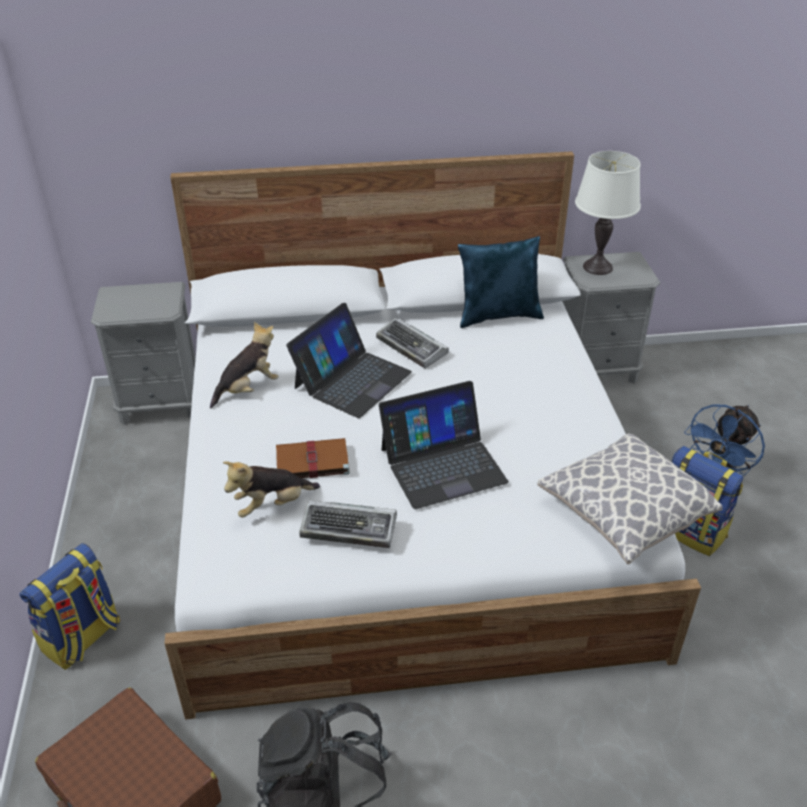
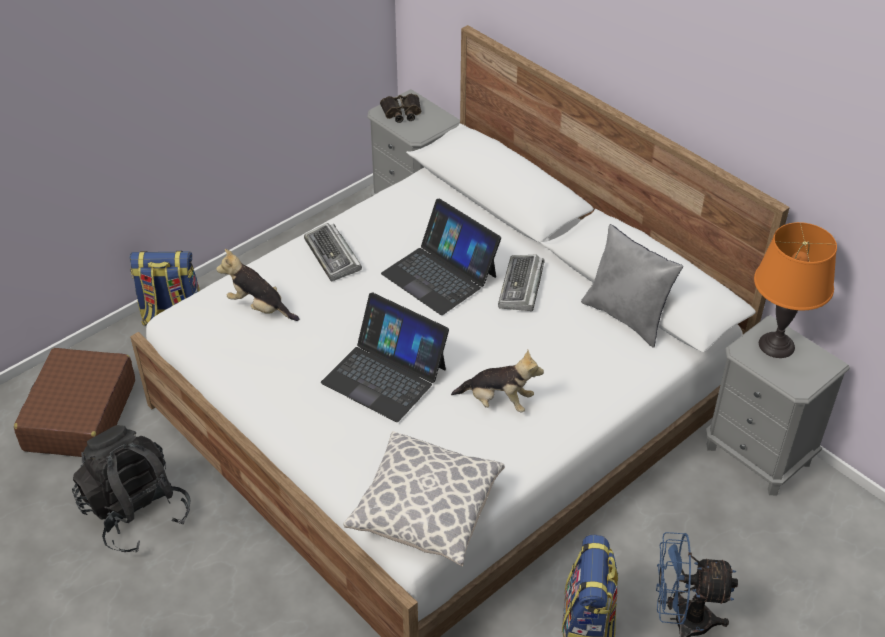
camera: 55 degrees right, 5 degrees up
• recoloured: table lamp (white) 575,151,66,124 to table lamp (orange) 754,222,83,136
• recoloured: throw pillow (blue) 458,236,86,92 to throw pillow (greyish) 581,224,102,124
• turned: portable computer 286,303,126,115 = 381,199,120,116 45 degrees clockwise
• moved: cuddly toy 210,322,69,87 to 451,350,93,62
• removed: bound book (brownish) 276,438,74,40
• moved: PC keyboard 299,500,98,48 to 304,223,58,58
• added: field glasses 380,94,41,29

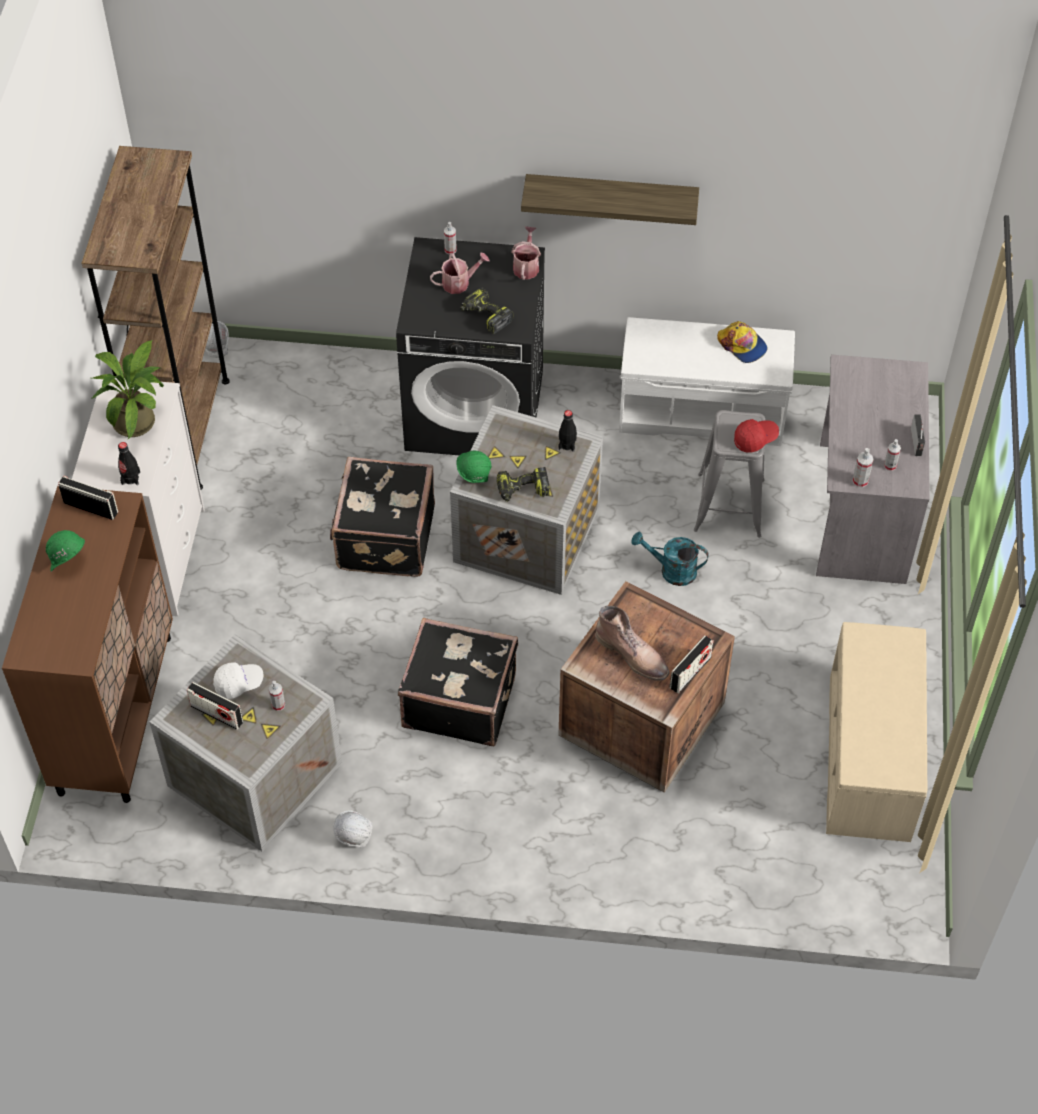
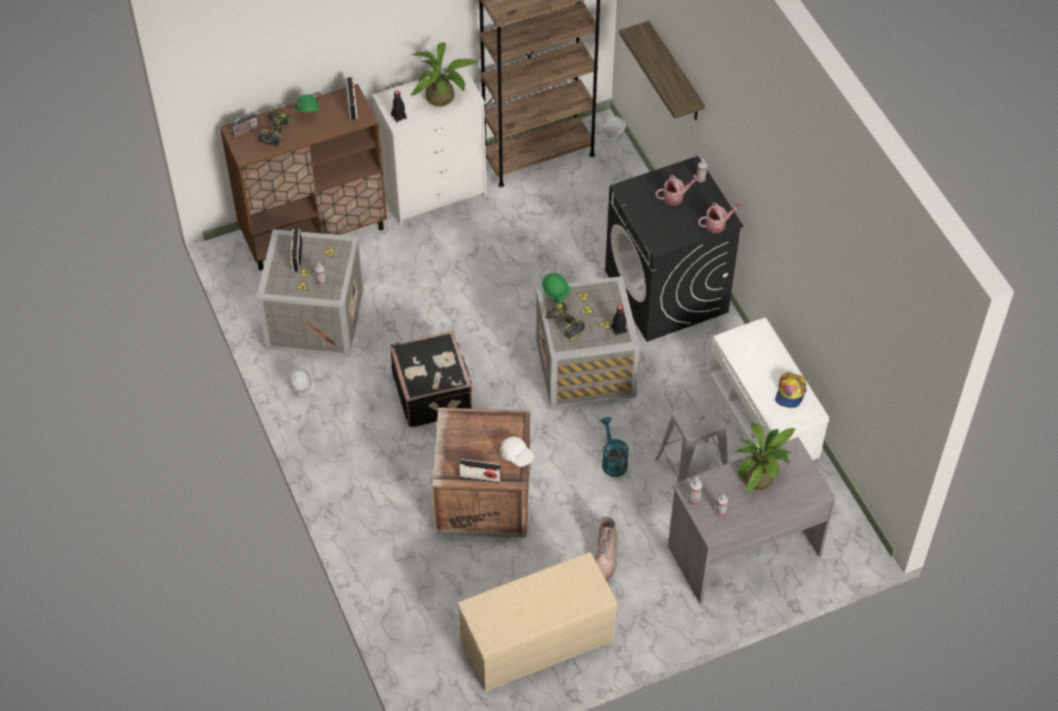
camera: 60 degrees right, 0 degrees up
• moved: shelf 521,174,178,51 to 619,21,86,99
• turned: watering can 430,253,59,41 = 655,175,45,30 60 degrees counterclockwise
• moved: power drill 460,287,53,47 to 258,111,33,35
• moved: radio 911,415,14,41 to 229,114,29,23
• removed: cap (red) 734,419,45,33
• removed: piece of luggage (black) 330,457,105,120
• moved: high-top boot (brownish) 596,606,73,75 to 595,517,23,65
• moved: cap (white) 213,662,51,37 to 500,436,34,31
• added: potted plant 734,423,62,70

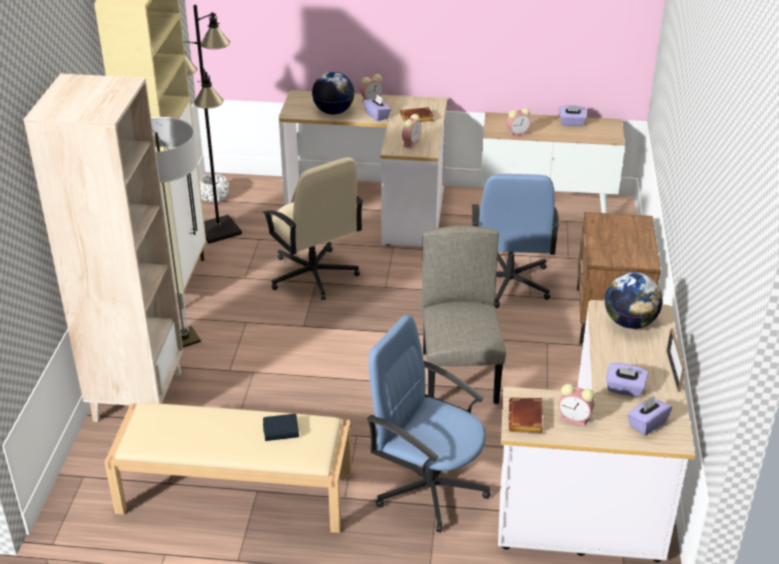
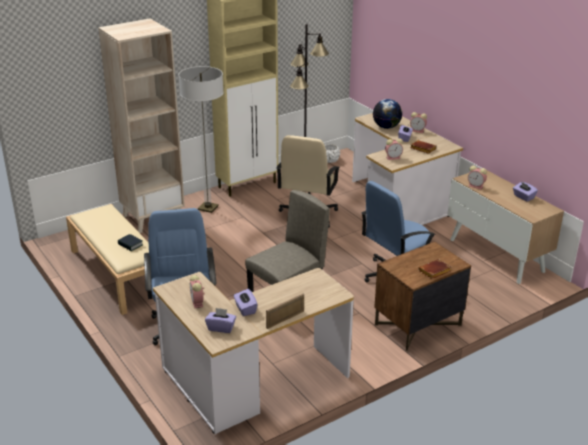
camera: 50 degrees right, 5 degrees down
• removed: globe 605,272,58,57
• moved: bound book (brownish) 508,397,35,36 to 418,259,33,20

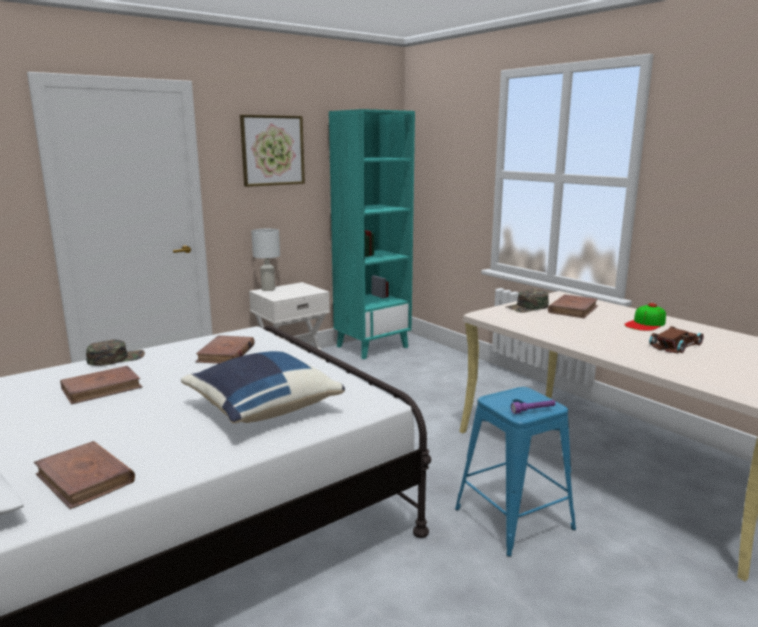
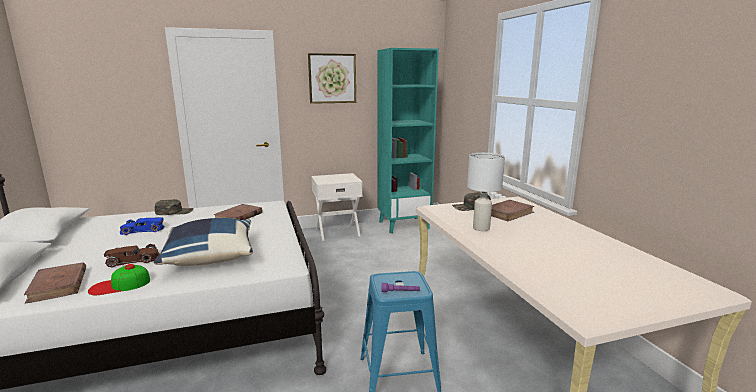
camera: 20 degrees right, 0 degrees up
• moved: table lamp (white) 251,229,29,62 to 467,153,38,78
• moved: cap 624,303,42,28 to 88,264,62,31
• moved: toy car (brownish) 649,326,55,27 to 104,244,55,24
• replaced: bound book (brownish) 60,366,83,38 to toy car (blue) 120,217,45,18

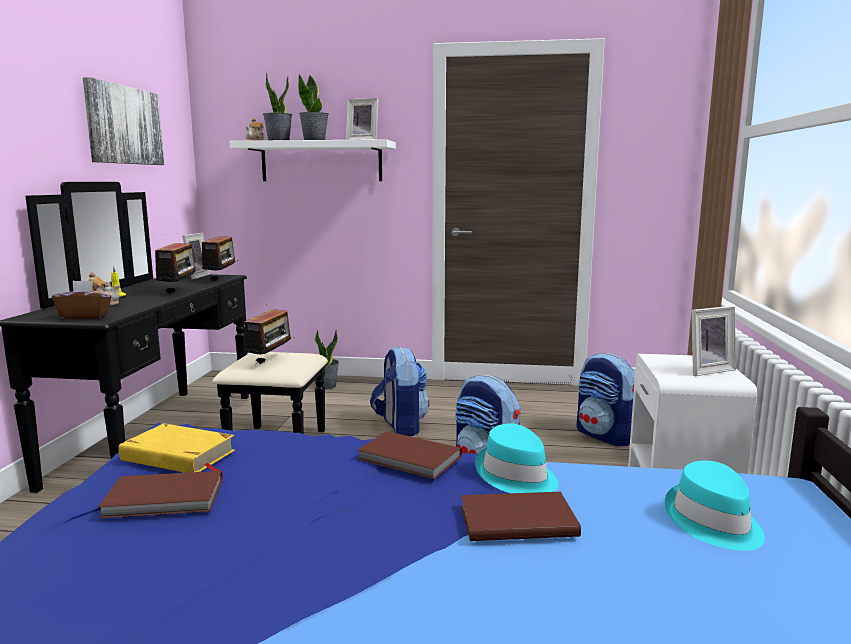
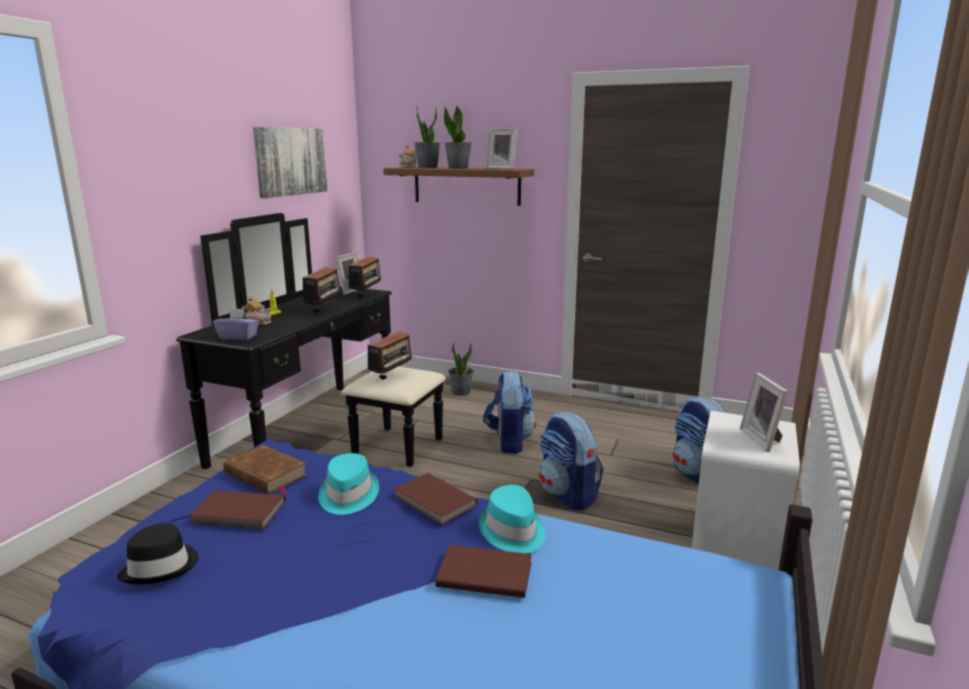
camera: 15 degrees right, 5 degrees up
• recoloured: shelf (white) 230,139,166,42 to shelf (brownish) 383,167,151,39
• recoloured: tissue holder (brownish) 52,280,59,40 to tissue holder (purple) 213,308,46,33
• turned: picture frame 691,306,45,70 = 740,372,48,80 90 degrees clockwise
• recoloured: bound book (yellow-coloured) 119,423,116,50 to bound book (brownish) 223,445,85,50
• moved: hat (turquoise-coloured) 664,461,101,90 to 318,453,61,62
• added: hat (black) 117,523,82,62

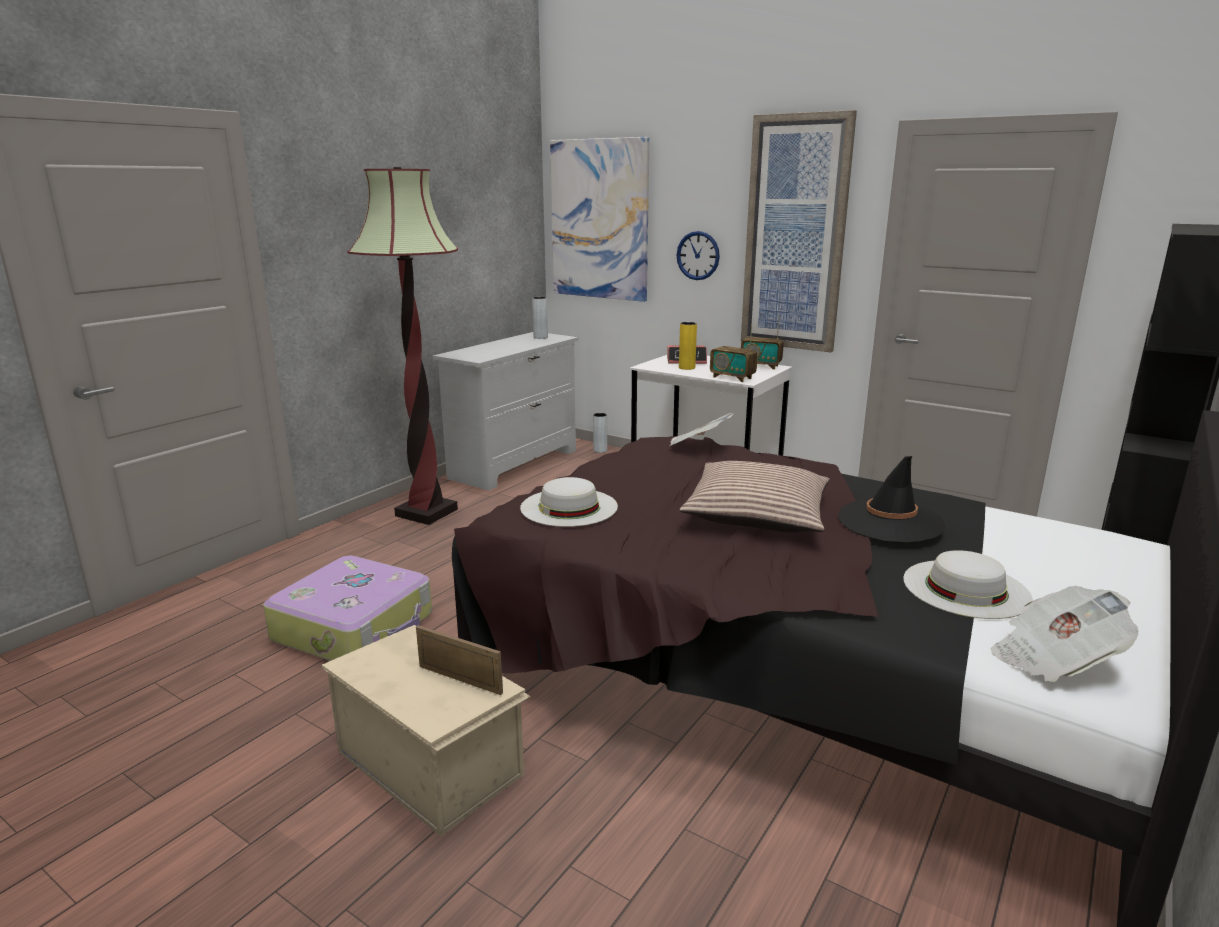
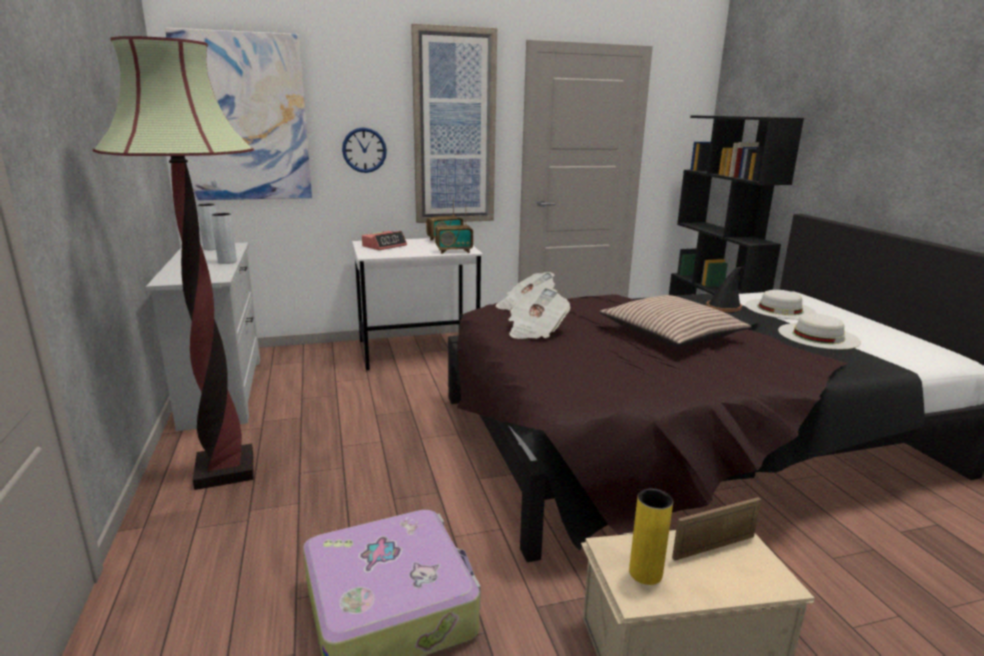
camera: 50 degrees left, 0 degrees up
• moved: decorative vase (yellow-coloured) 679,322,18,48 to 629,489,44,96
• moved: decorative vase (greyish) 593,413,14,40 to 211,213,26,51
• moved: hat (white) 520,477,98,50 to 745,290,72,29
• moved: daily paper 991,586,148,96 to 508,288,62,51

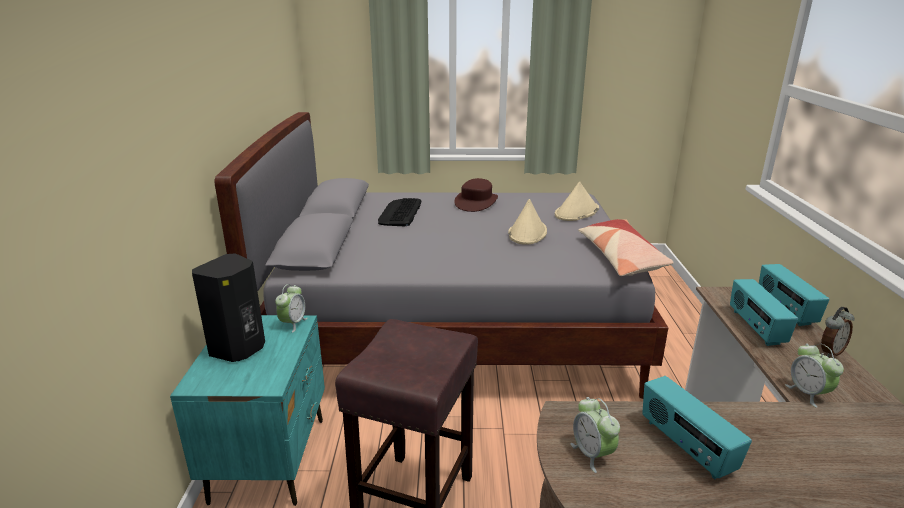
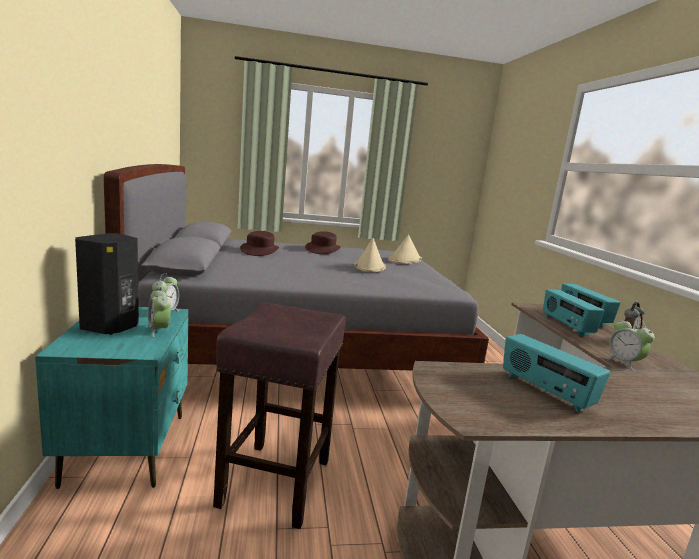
camera: 10 degrees left, 10 degrees down
• replaced: PC keyboard 378,198,44,28 to hat (brownish) 240,231,39,25
• removed: throw pillow 578,219,96,57
• moved: alarm clock 570,397,50,76 to 148,287,23,50

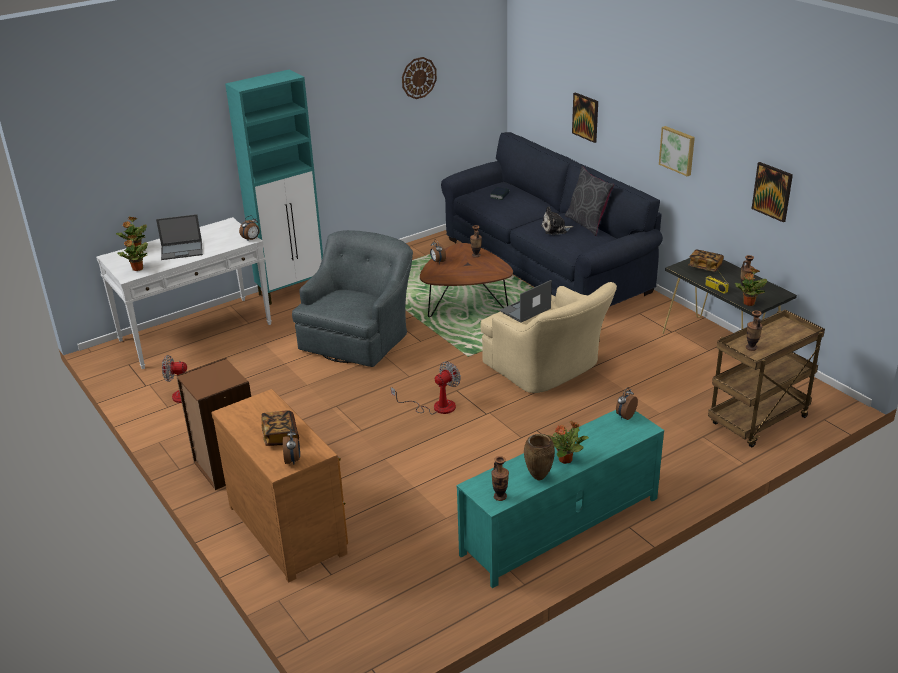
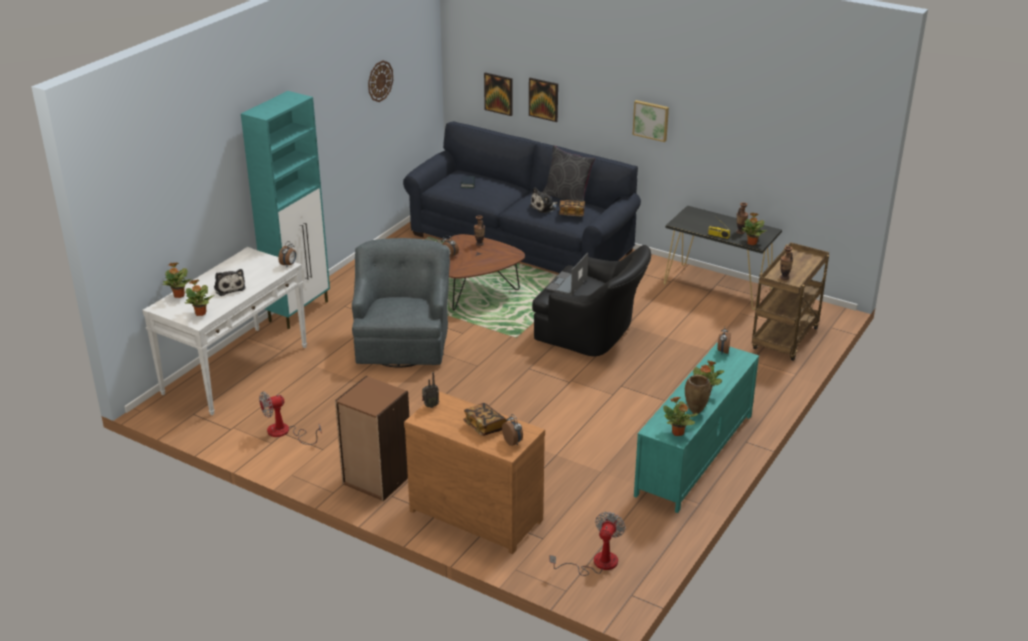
camera: 25 degrees left, 0 degrees up
• moved: wall art 752,162,41,60 to 484,72,28,44
• replaced: portable computer 156,214,47,46 to cuddly toy 214,269,32,27
• moved: bound book 688,249,36,23 to 559,200,26,16
• recoloured: easy chair (beige-coloured) 480,282,137,111 to easy chair (black) 532,245,119,111
• moved: fan 391,361,70,53 to 549,512,77,64
• replaced: decorative vase 491,456,18,45 to potted plant 663,397,35,39
• added: radio 422,372,17,36

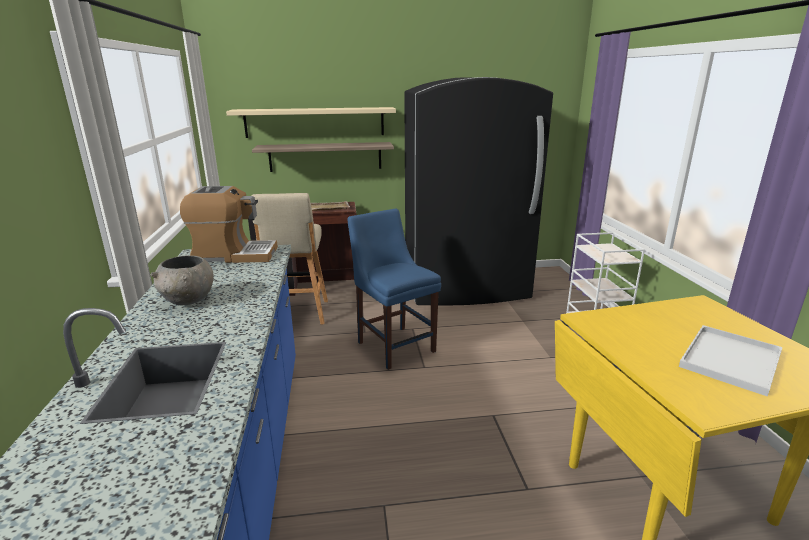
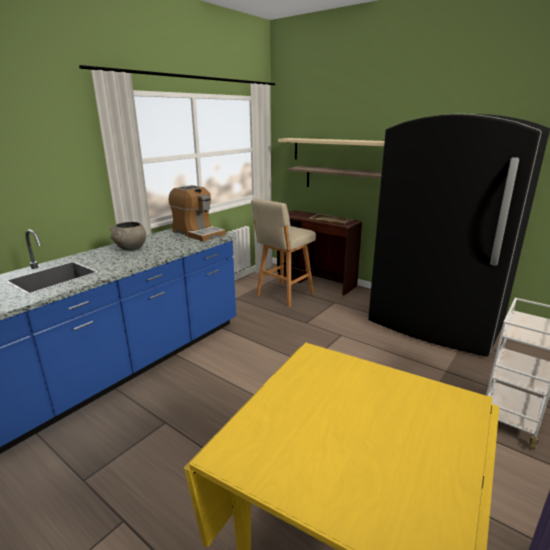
camera: 45 degrees right, 0 degrees up
• removed: plain chair (blue) 348,208,93,162
• removed: carrying tray (white) 679,325,104,72

